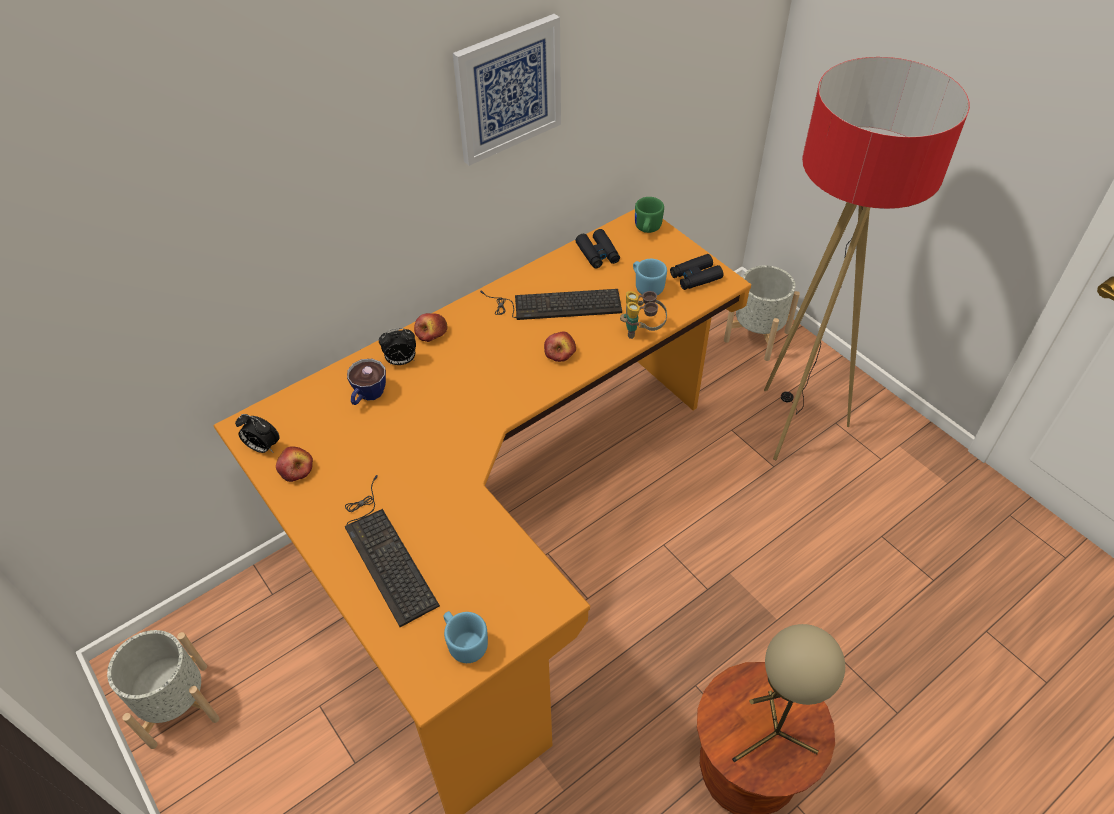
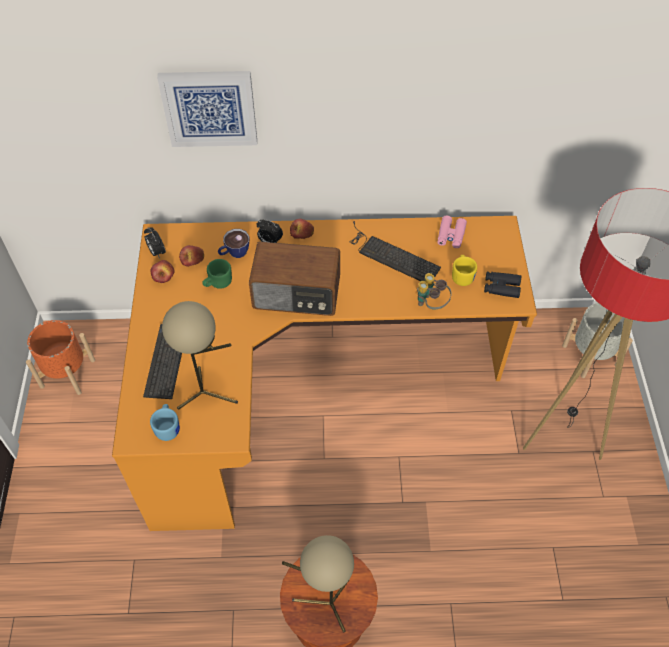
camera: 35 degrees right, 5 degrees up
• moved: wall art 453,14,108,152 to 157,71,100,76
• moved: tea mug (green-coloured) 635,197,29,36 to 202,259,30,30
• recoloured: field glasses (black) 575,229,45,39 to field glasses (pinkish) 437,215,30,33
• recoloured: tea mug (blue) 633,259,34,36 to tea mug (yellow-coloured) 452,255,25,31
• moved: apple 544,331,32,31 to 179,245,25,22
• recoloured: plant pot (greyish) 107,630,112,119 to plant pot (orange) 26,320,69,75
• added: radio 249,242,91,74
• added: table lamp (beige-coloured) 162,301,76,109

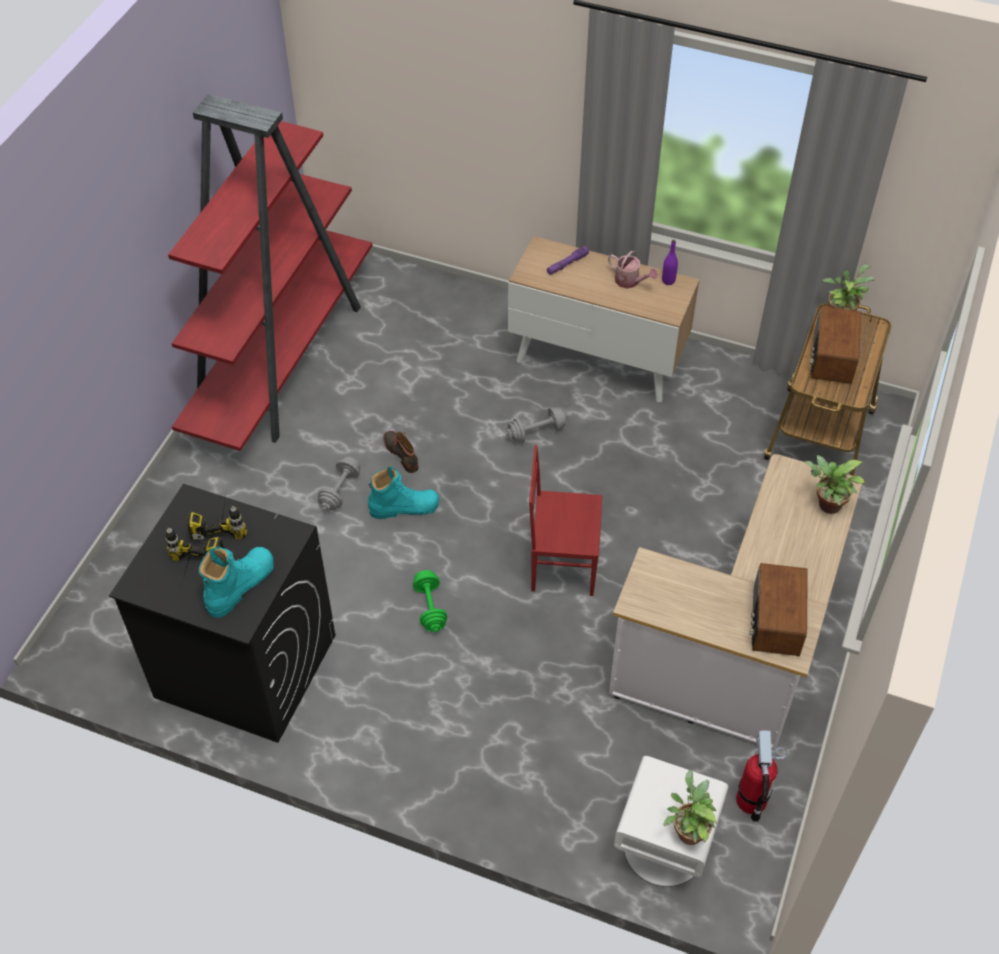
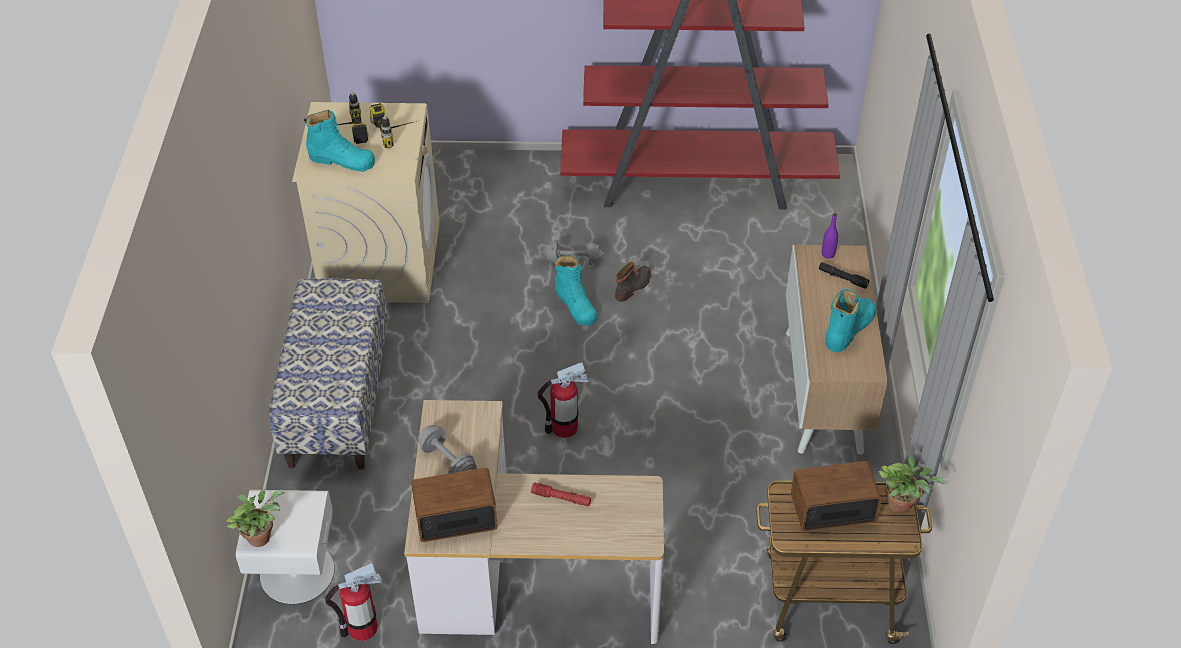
camera: 70 degrees right, 5 degrees down
• moved: bottle (purple) 662,240,16,45 to 822,213,16,46
• recoloured: torch (purple) 547,246,42,29 to torch (black) 819,262,50,26
• replaced: watering can 608,251,50,38 to high-top boot (turquoise-coloured) 825,289,51,63
• moved: hand weight (greyish) 505,407,63,36 to 418,425,59,49
• replaced: plain chair (red) 529,445,73,151 to fire-fighting cylinder 538,362,50,76
• removed: potted plant 804,455,61,59
• recoloured: washing machine (black) 109,484,226,259 to washing machine (beige-coloured) 292,102,147,201
• removed: hand weight (green-coloured) 413,570,34,62
• added: bench 269,278,119,191
• added: torch (red) 531,483,60,23

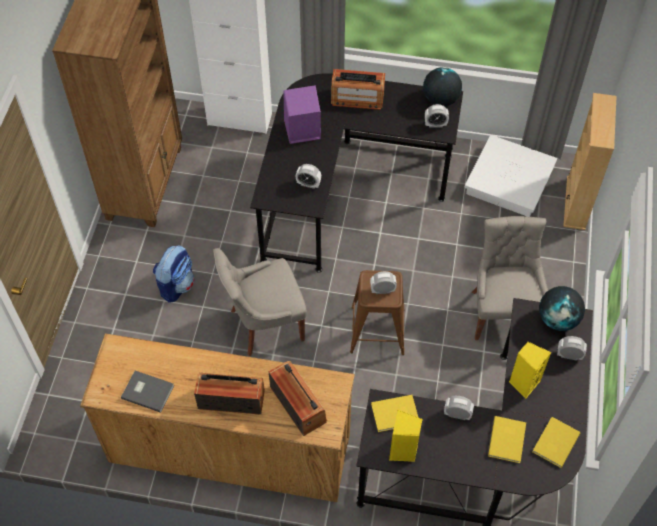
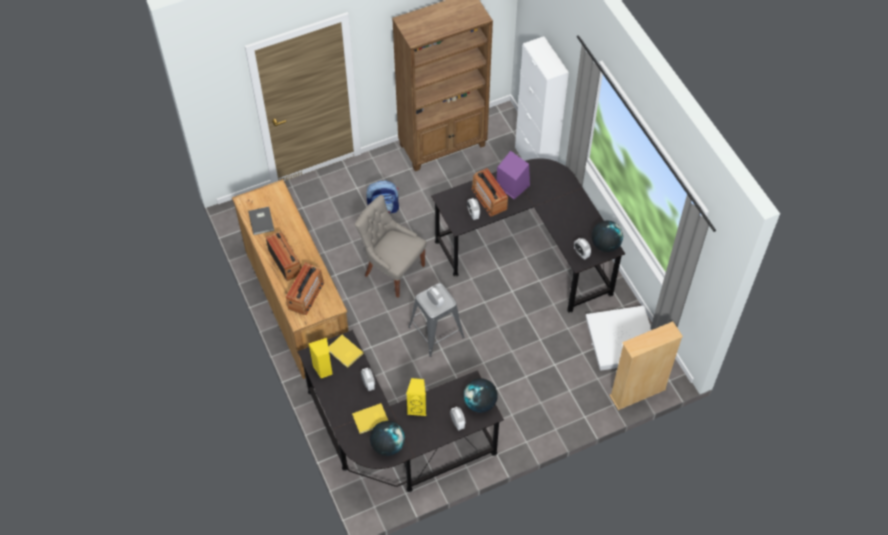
camera: 55 degrees right, 0 degrees up
• moved: radio 331,69,54,41 to 471,168,37,49
• removed: plain chair (greyish) 472,216,76,124
• recoloured: stool seat (brownish) 350,270,55,85 to stool seat (greyish) 408,283,56,74
• replaced: bound book (yellow-coloured) 532,417,48,51 to globe 370,421,35,35

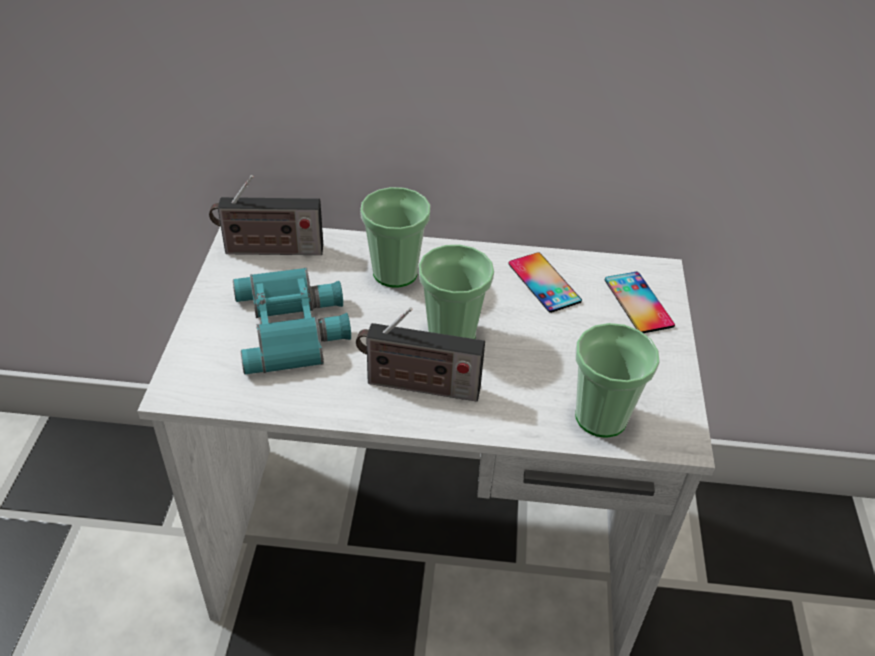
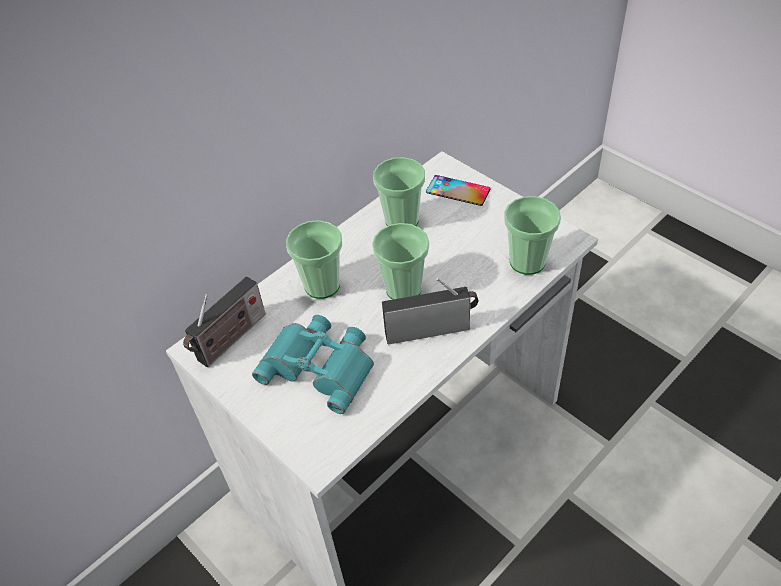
camera: 45 degrees left, 5 degrees up
• replaced: handset 509,252,73,61 to cup 373,157,52,69
• turned: radio 356,307,129,95 = 382,278,96,67 150 degrees counterclockwise

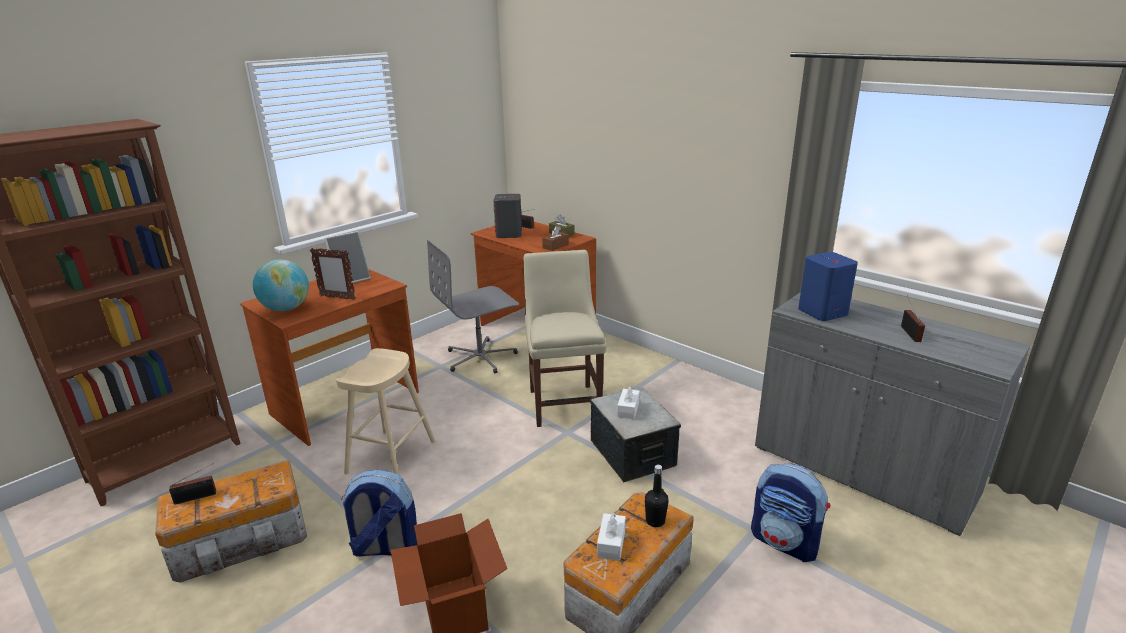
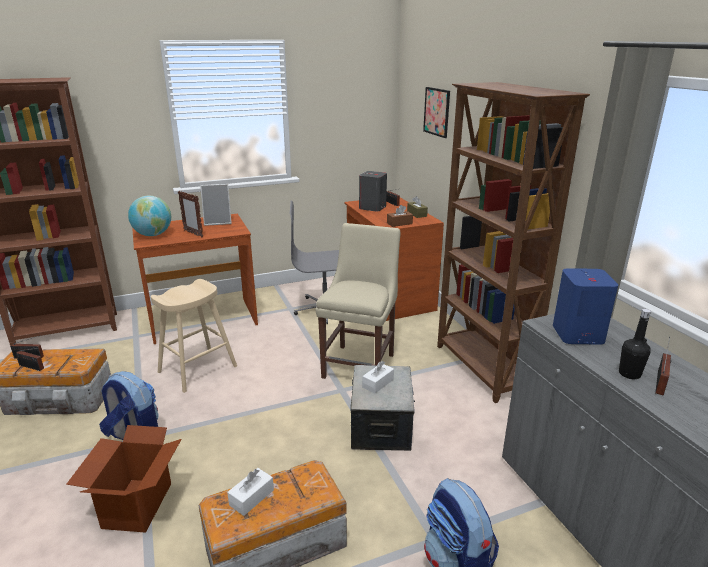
camera: 25 degrees right, 0 degrees up
• moved: bottle (black) 645,465,24,62 to 619,309,32,70
• added: shelving unit (brownish) 437,82,153,321
• added: wall art 423,87,27,51
• added: radio 16,348,28,23

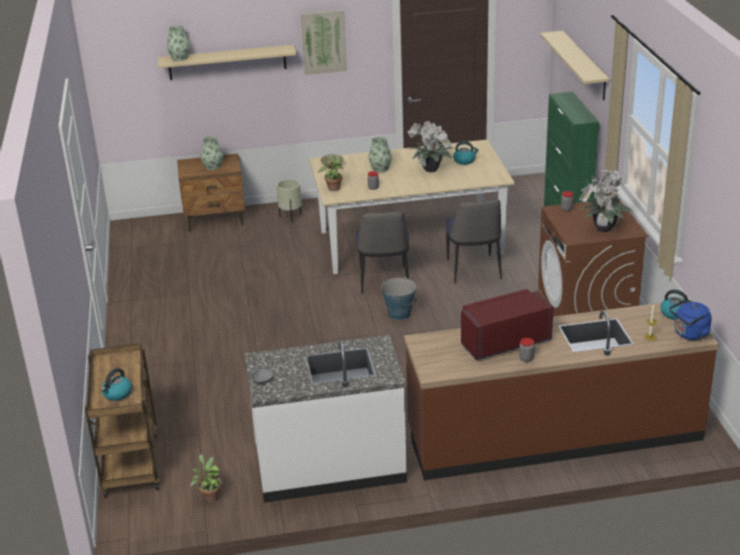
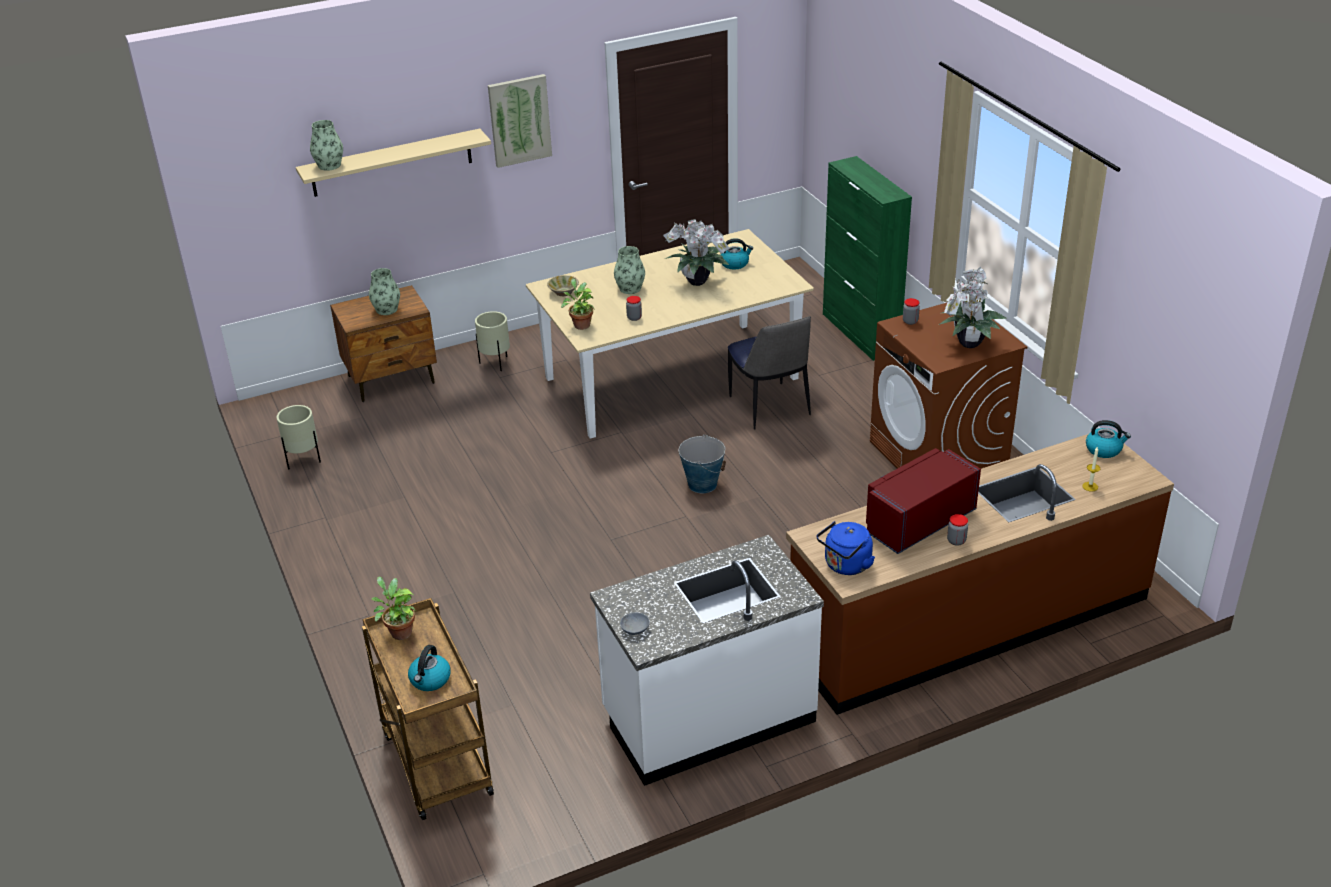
camera: 15 degrees left, 5 degrees up
• removed: shelf (beige-coloured) 540,31,70,69
• removed: plain chair 356,212,54,82
• moved: water kettle (blue) 669,300,43,40 to 817,521,58,54
• moved: potted plant 191,454,31,49 to 371,577,46,63
• added: plant pot (beige-coloured) 276,405,45,64

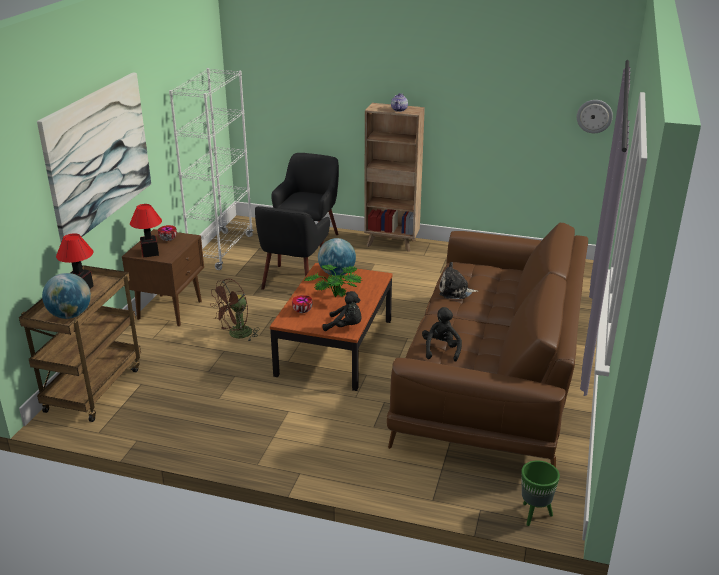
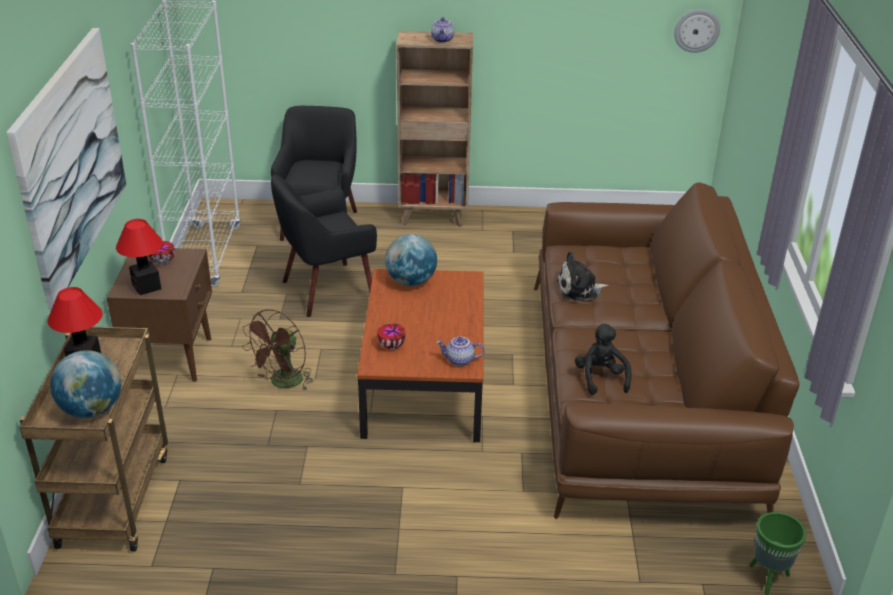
camera: 15 degrees left, 5 degrees up
• turned: easy chair (black) 255,206,75,84 = 271,175,106,142 60 degrees clockwise
• removed: potted plant 304,264,58,33
• replaced: cuddly toy (black) 323,291,39,40 to tea pot 437,337,47,29

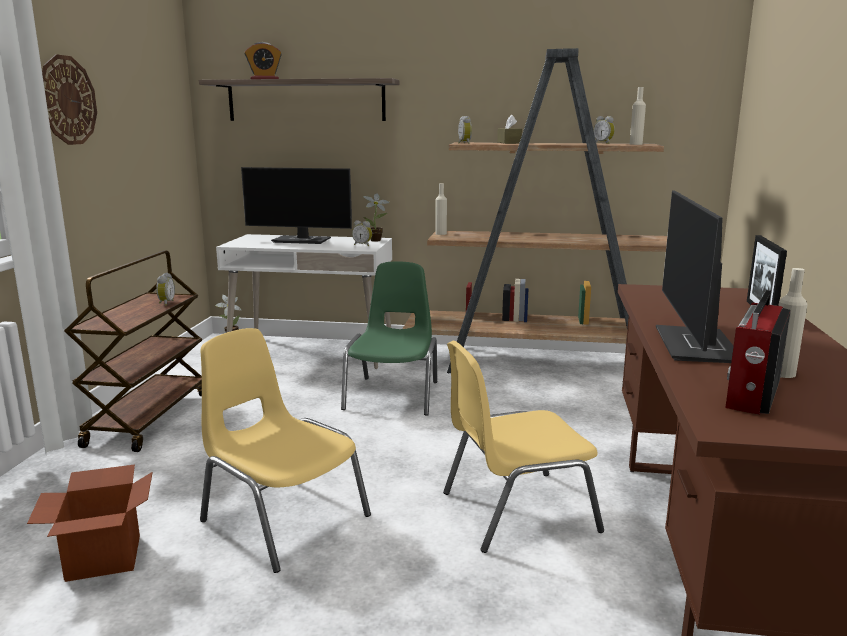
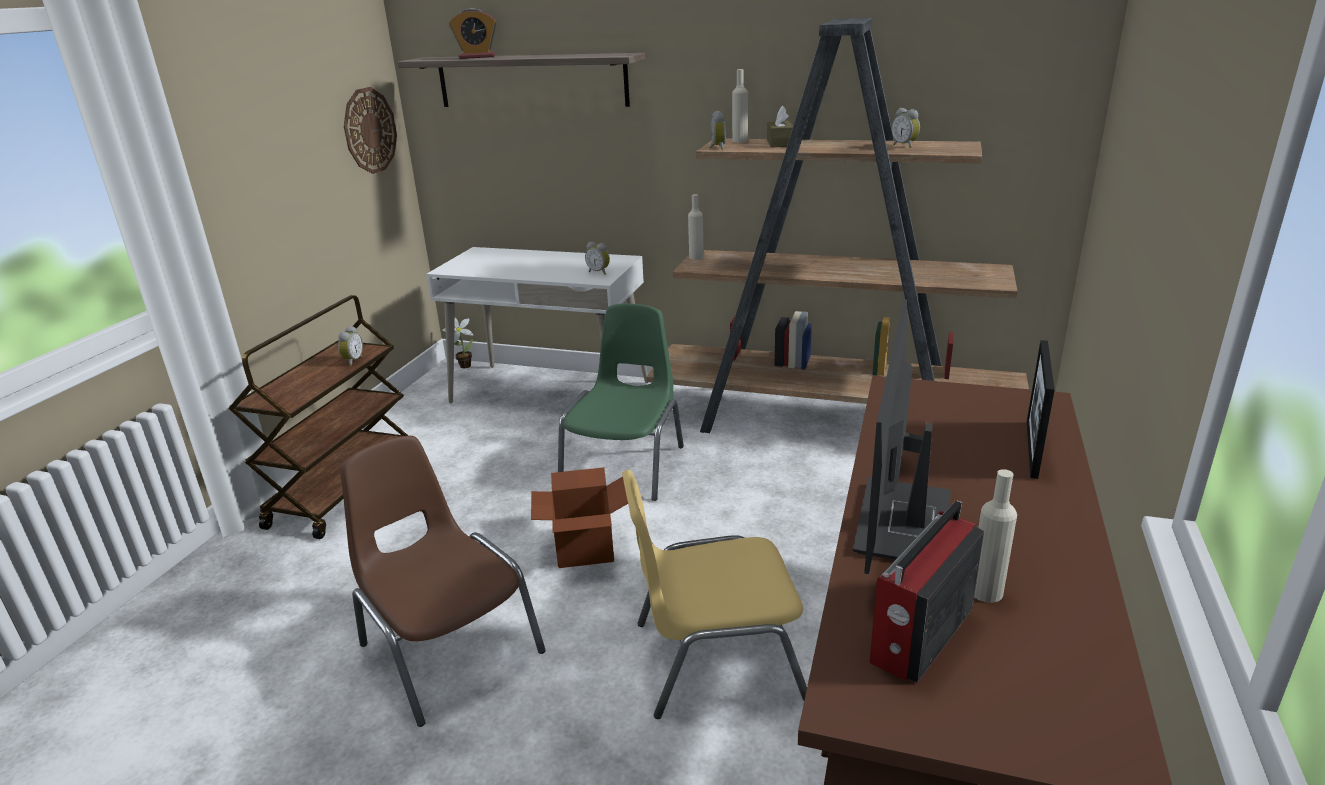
camera: 10 degrees right, 10 degrees up
• moved: hanging clock 42,54,55,91 to 344,87,53,87
• moved: bottle (beige-coloured) 630,87,16,58 to 732,69,16,74
• removed: computer screen 241,167,111,77
• removed: potted plant 363,193,27,49
• recoloured: plain chair (yellow-coloured) 200,328,171,245 to plain chair (brownish) 340,436,206,291
• moved: packing box 27,465,126,117 to 531,467,97,101

